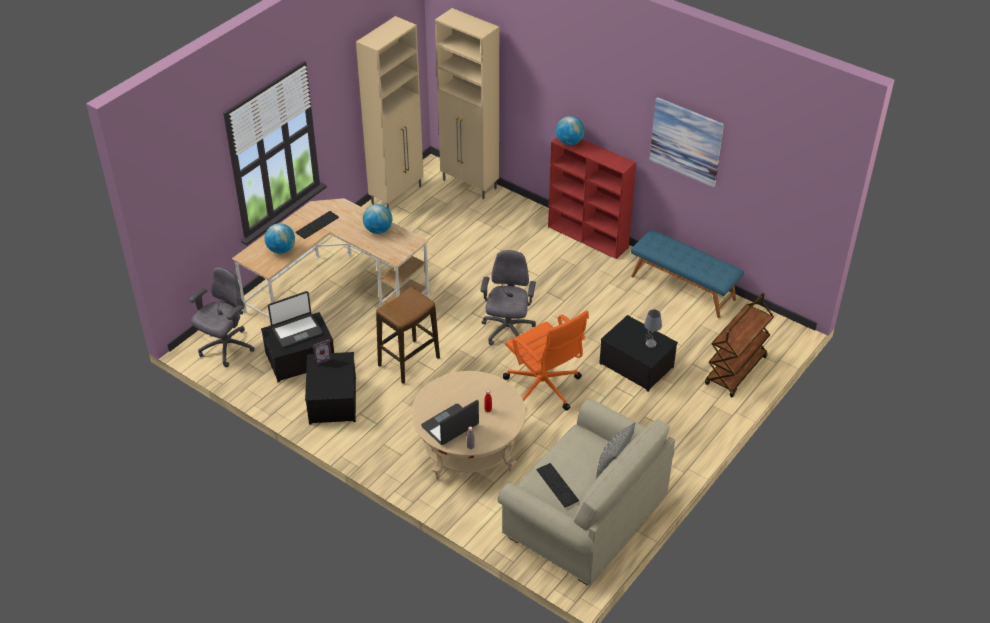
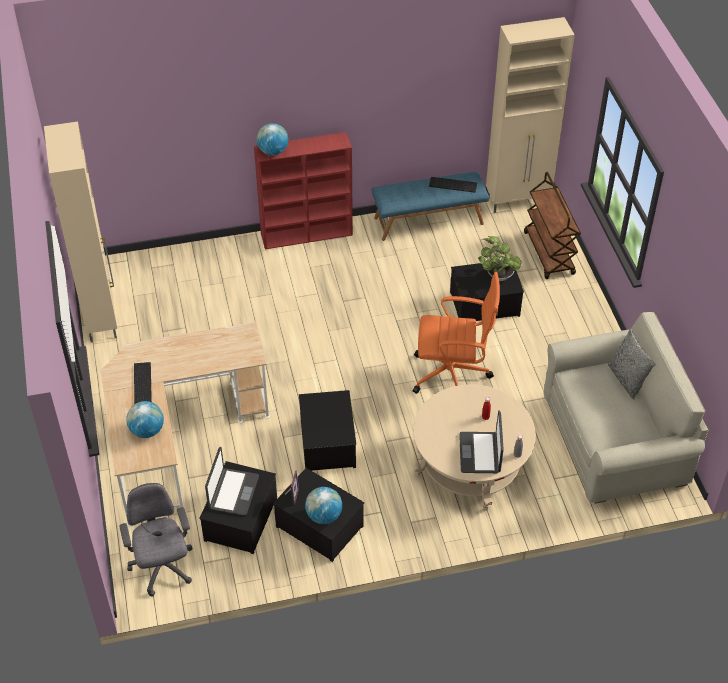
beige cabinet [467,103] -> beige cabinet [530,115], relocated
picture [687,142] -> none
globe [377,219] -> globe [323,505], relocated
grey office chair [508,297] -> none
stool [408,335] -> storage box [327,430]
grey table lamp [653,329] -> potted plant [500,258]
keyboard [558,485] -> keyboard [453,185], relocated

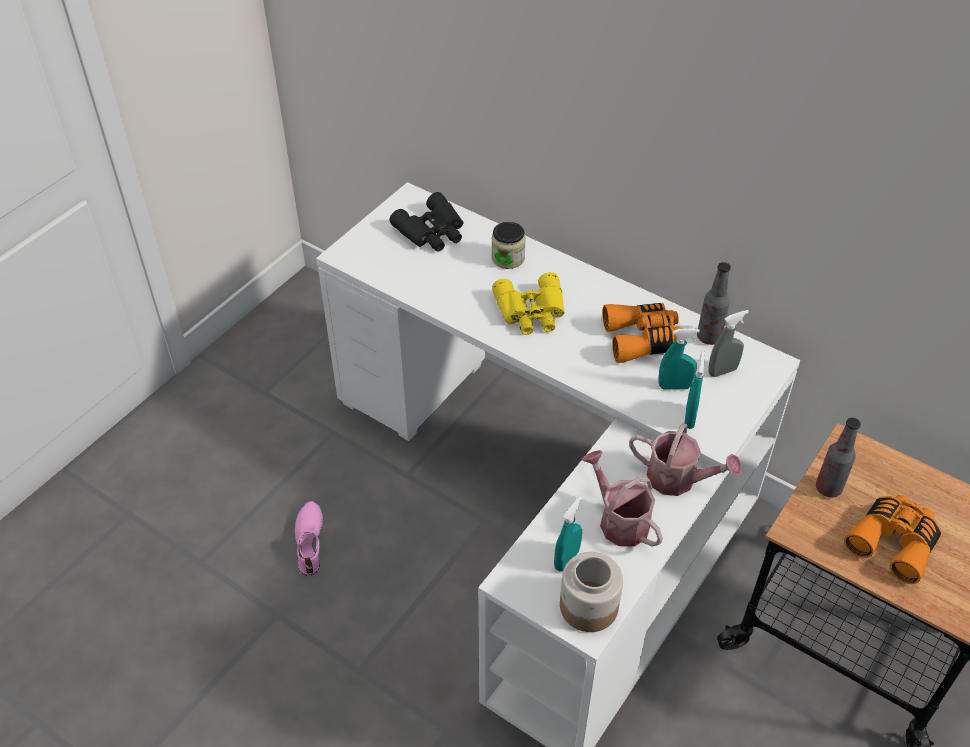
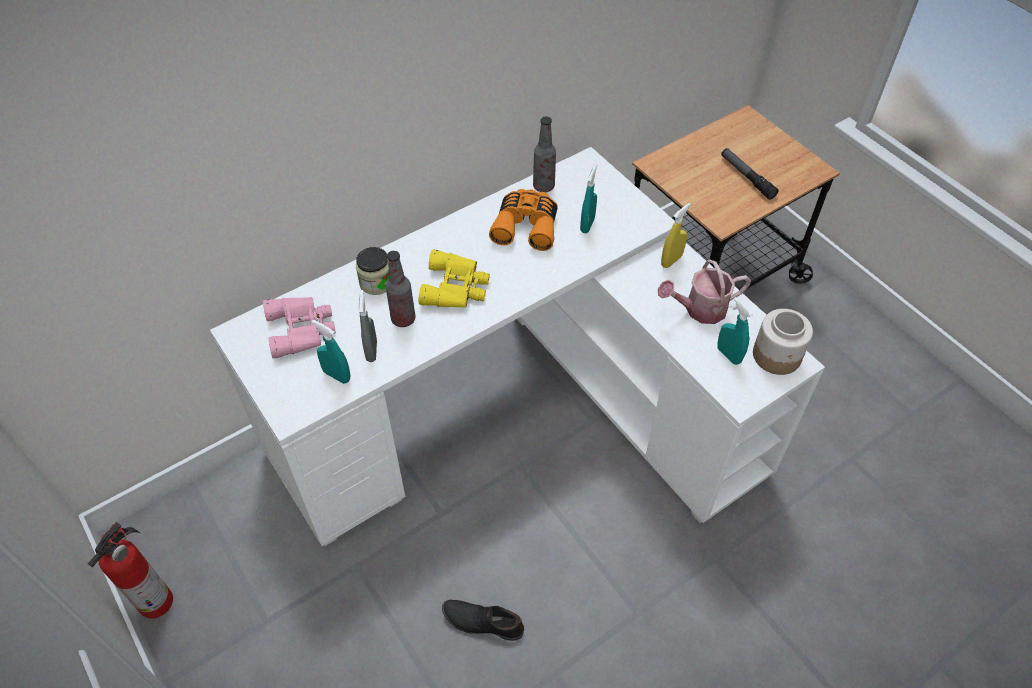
black binoculars [426,221] -> pink binoculars [299,328]
grey spray bottle [728,343] -> grey spray bottle [368,326], relocated
turquoise spray bottle [694,390] -> turquoise spray bottle [331,352], relocated
bottle [838,457] -> bottle [400,289], relocated
watering can [685,459] -> yellow spray bottle [676,235]
orange binoculars [893,539] -> flashlight [750,174]
pink shoe [309,538] -> black shoe [483,620]
none -> fire extinguisher [130,570]

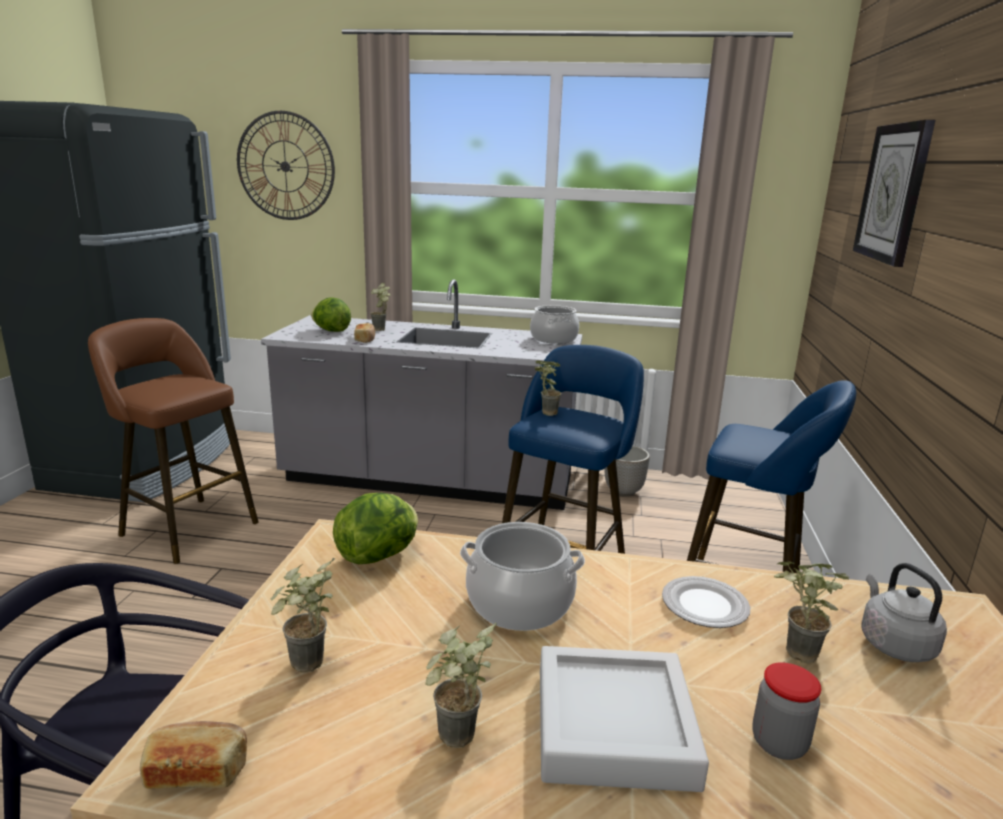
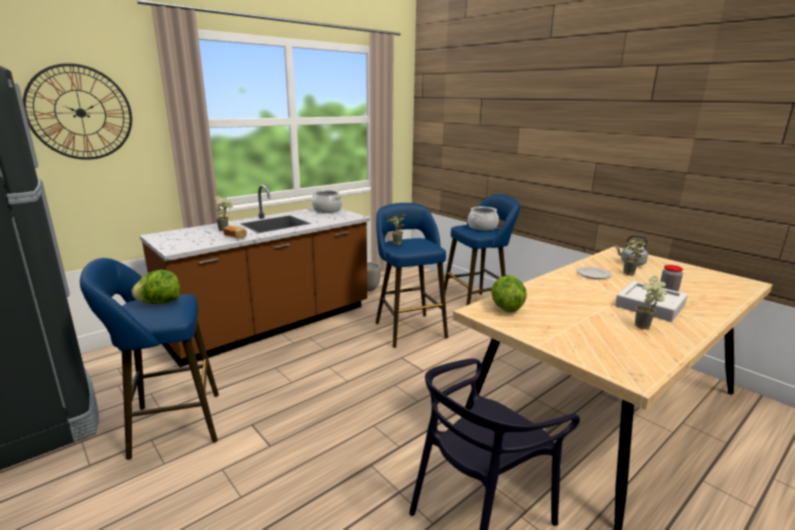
wall clock [894,193] -> none
grey counter [421,394] -> brown counter [254,276]
lettuce [331,314] -> lettuce [156,287], relocated
brown stool [173,441] -> blue stool [149,359]
cooking pot [522,576] -> cooking pot [483,219], relocated
potted plant [303,615] -> none
bread [193,755] -> none

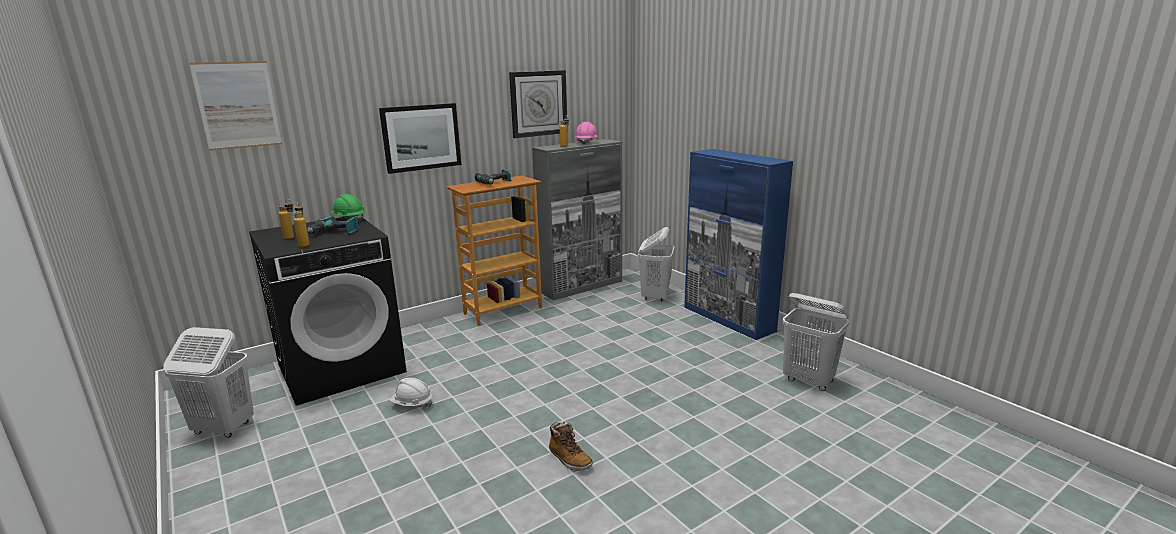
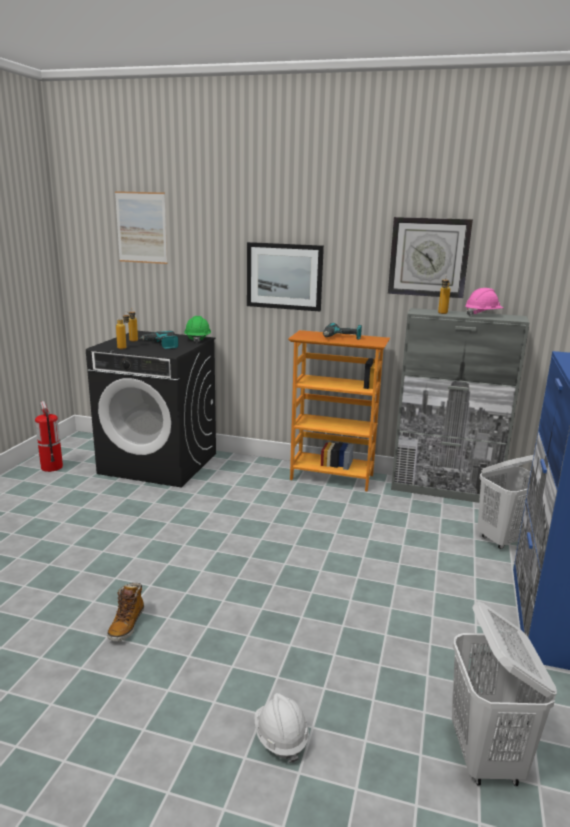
white laundry basket [208,382] -> fire extinguisher [49,436]
white hard hat [411,393] -> white hard hat [282,728], relocated

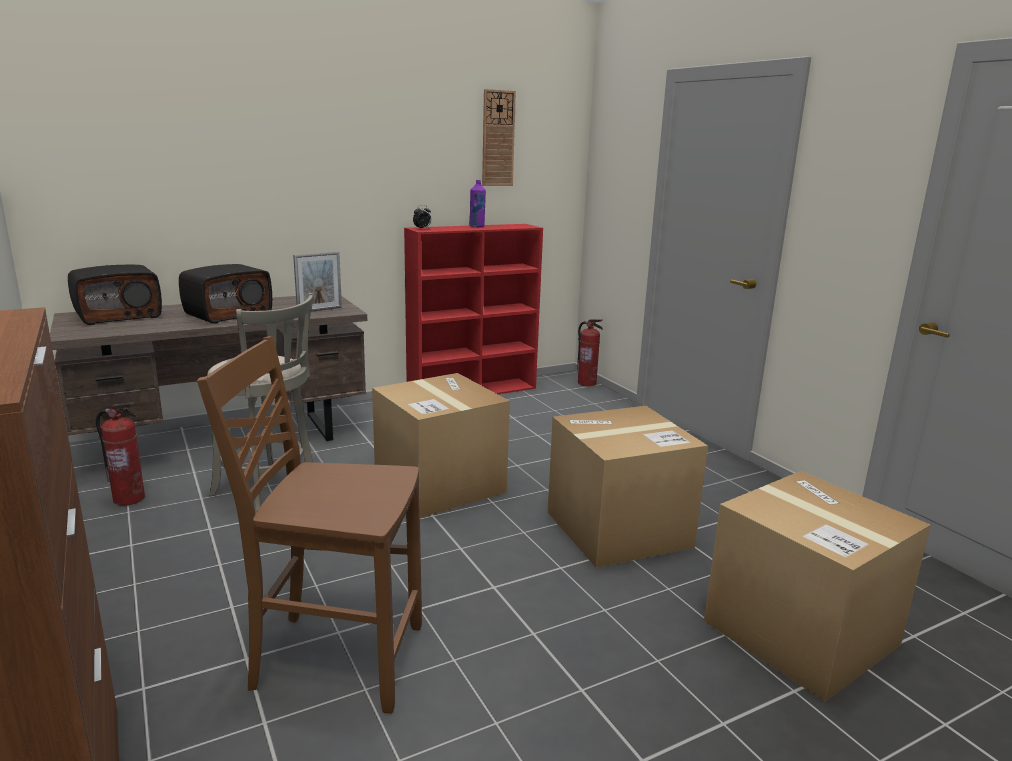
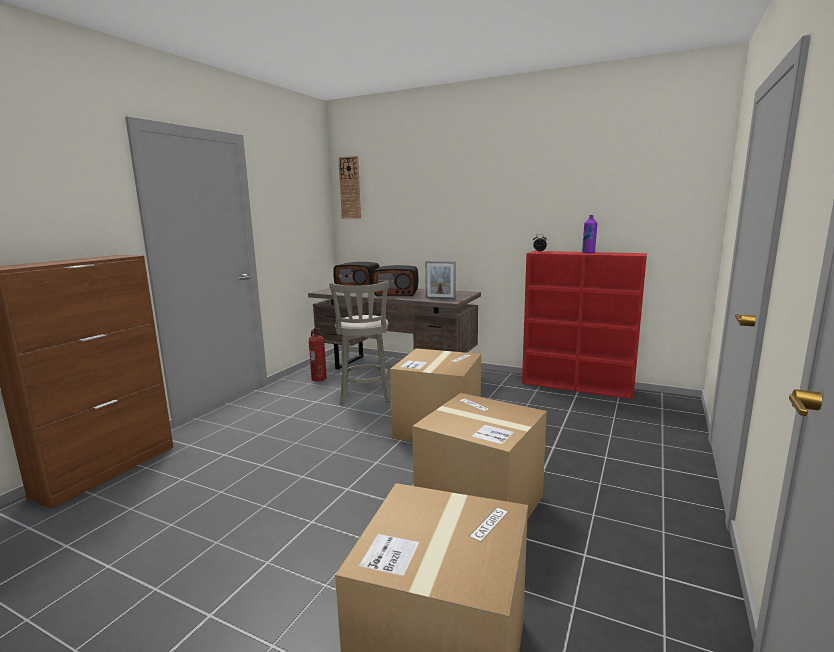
wall clock [499,137] -> wall clock [349,187], relocated
fire extinguisher [590,352] -> none
brown chair [309,524] -> none

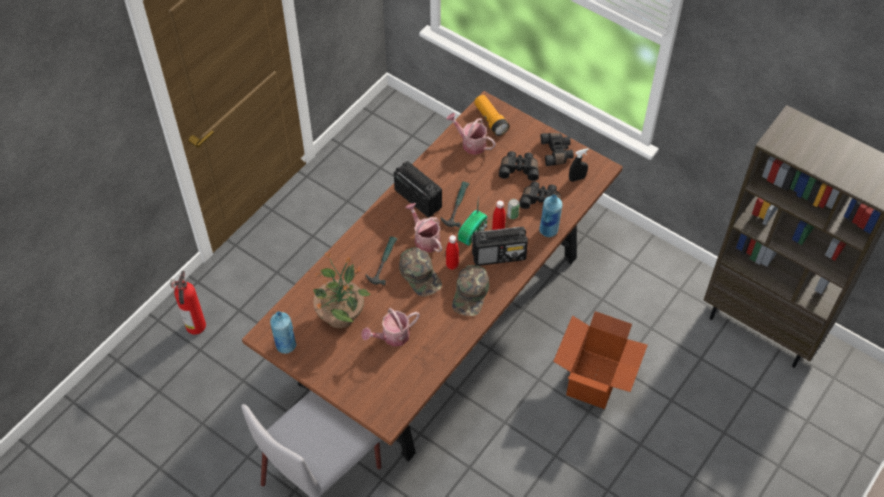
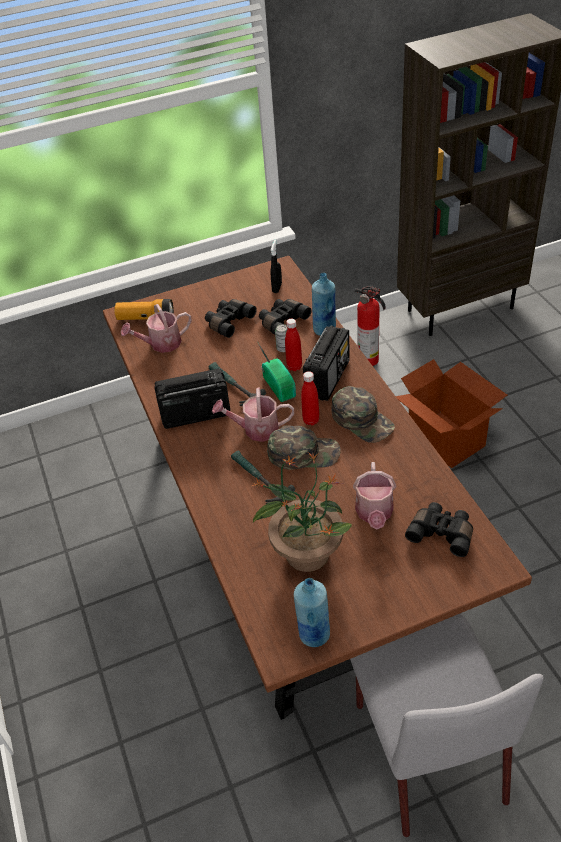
black binoculars [557,149] -> black binoculars [439,529], relocated
fire extinguisher [188,303] -> fire extinguisher [370,326], relocated

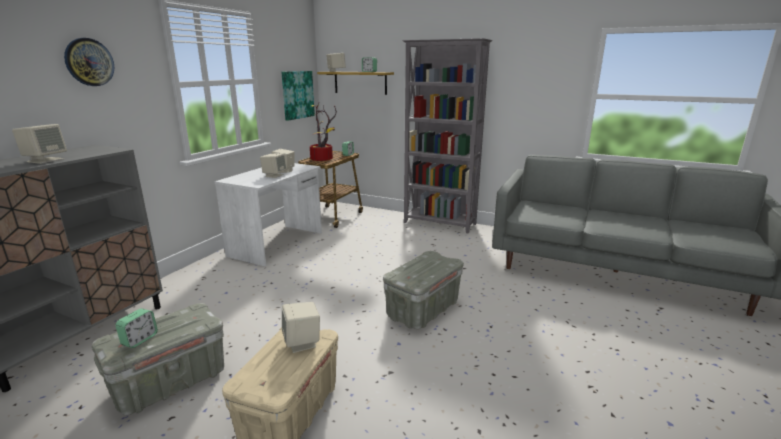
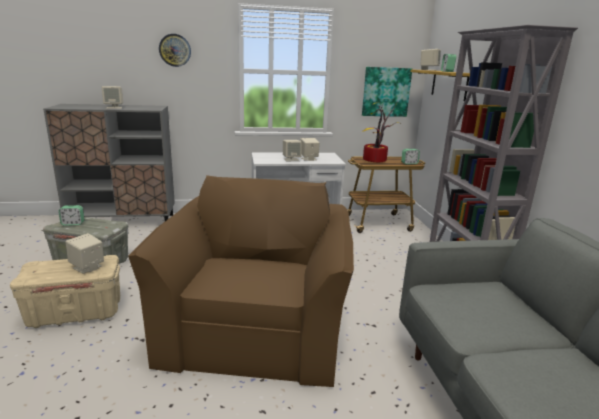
grey storage box [423,290] -> brown armchair [241,281]

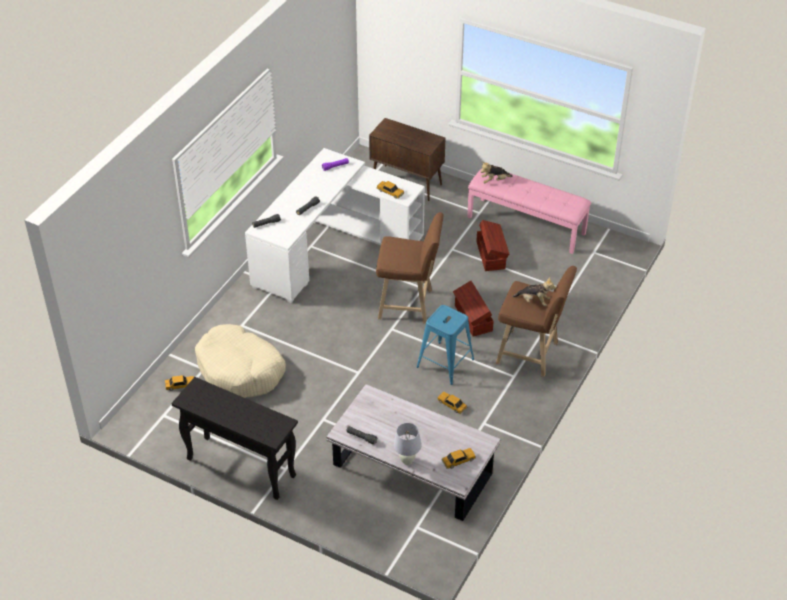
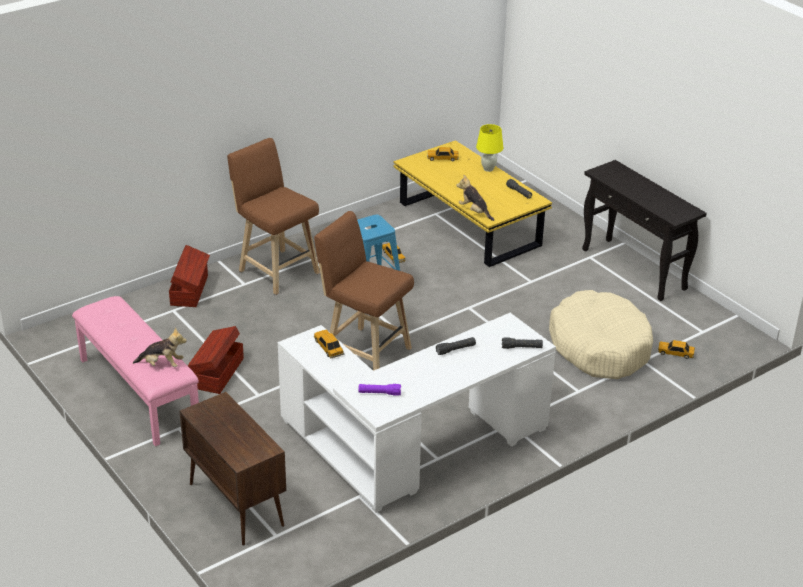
plush toy [534,291] -> plush toy [475,198], relocated
brown storage box [473,308] -> brown storage box [189,276], relocated
white coffee table [413,452] -> yellow coffee table [473,203]
white table lamp [407,444] -> yellow table lamp [489,148]

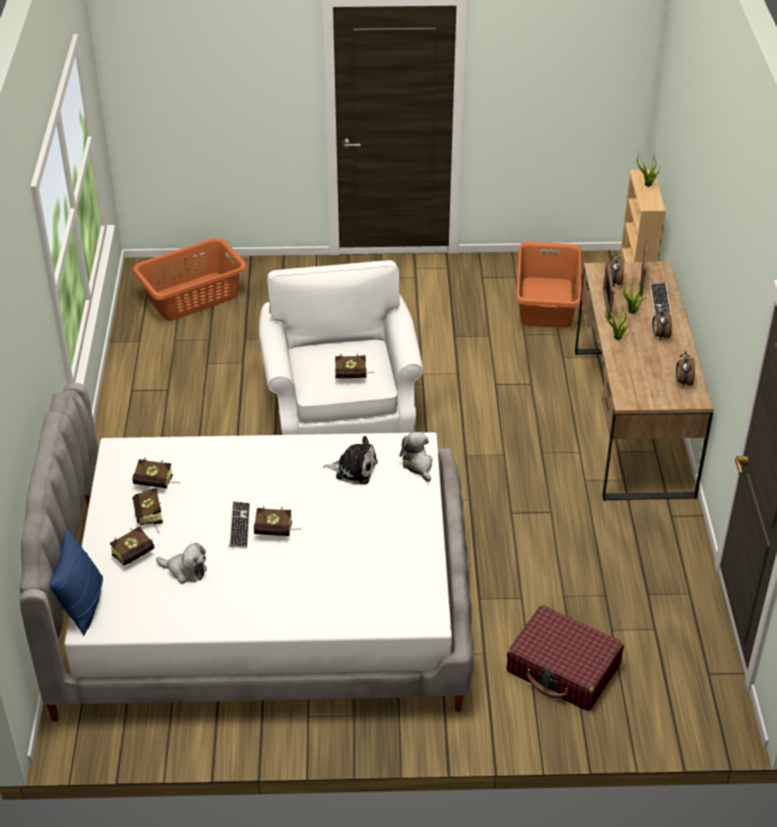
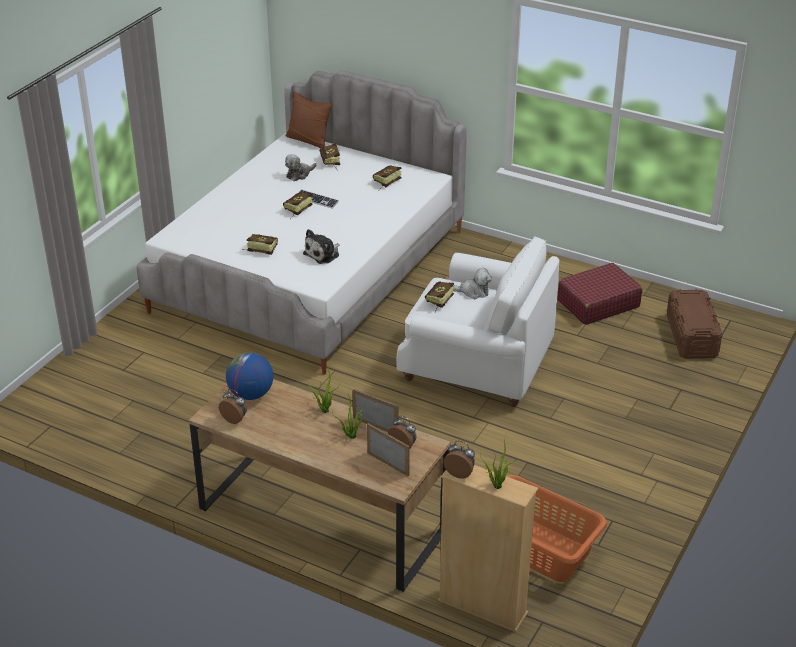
orange laundry basket [189,279] -> brown storage box [694,324]
keyboard [660,299] -> none
alarm clock [662,322] -> alarm clock [459,460], relocated
plush toy [416,457] -> plush toy [472,283], relocated
book [148,510] -> book [260,244], relocated
blue pillow [76,582] -> brown pillow [308,119]
red suitcase [565,658] -> red suitcase [600,294], relocated
none -> globe [250,376]

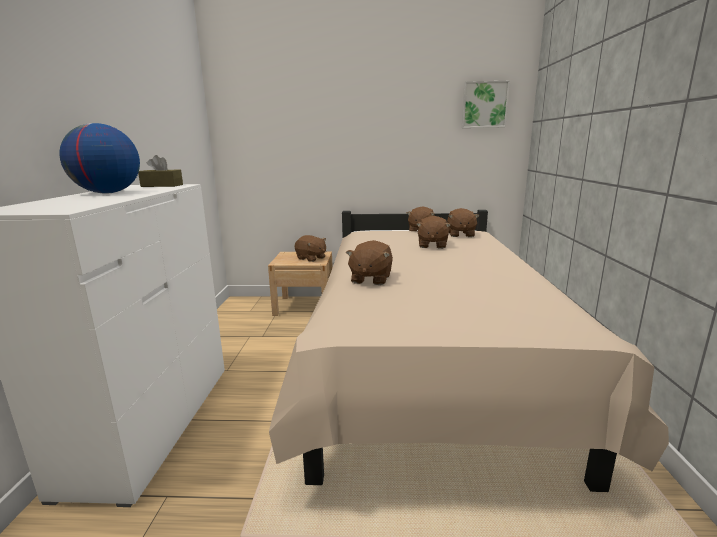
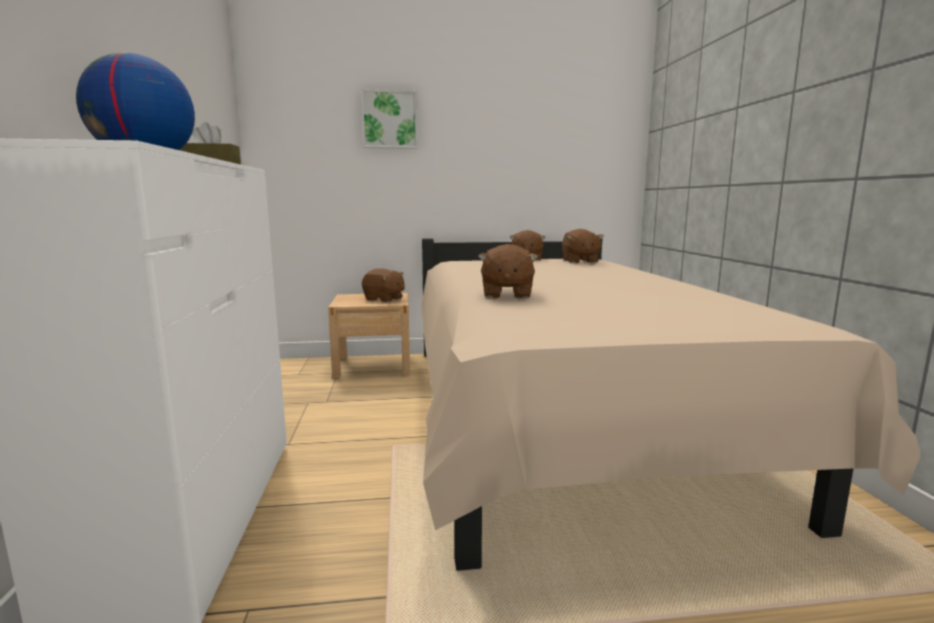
picture [486,104] -> picture [389,119], relocated
brown plush toy [433,232] -> none

